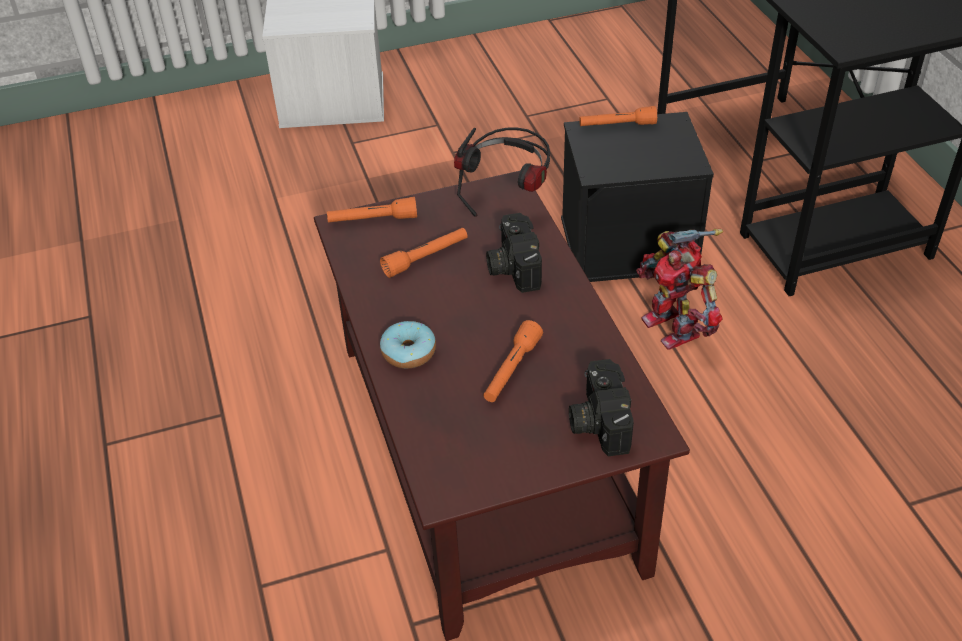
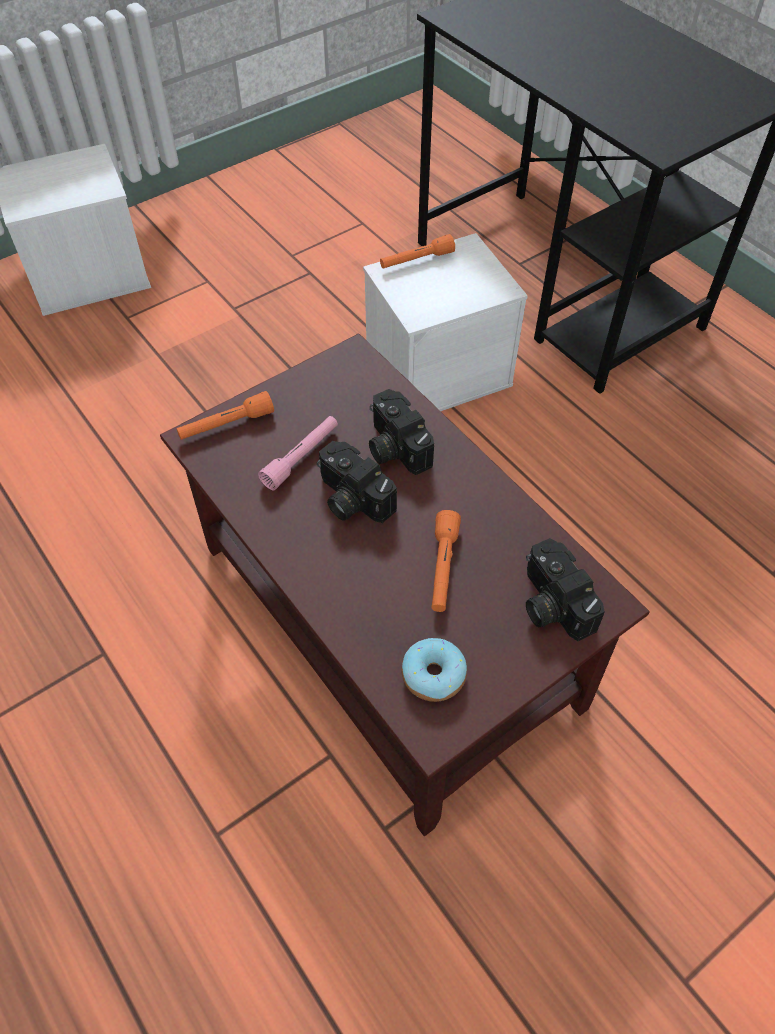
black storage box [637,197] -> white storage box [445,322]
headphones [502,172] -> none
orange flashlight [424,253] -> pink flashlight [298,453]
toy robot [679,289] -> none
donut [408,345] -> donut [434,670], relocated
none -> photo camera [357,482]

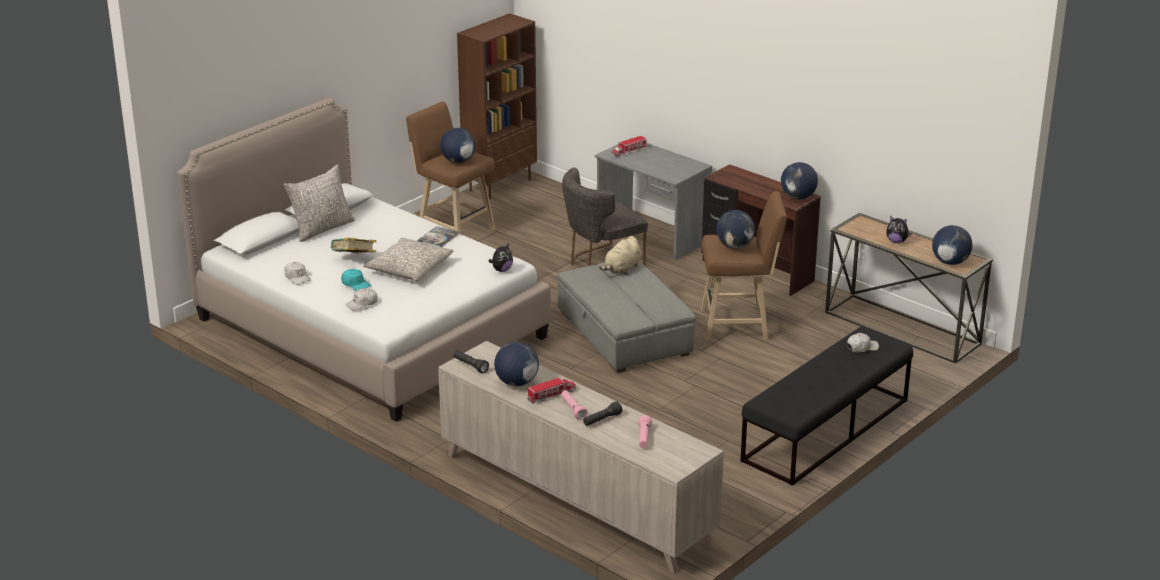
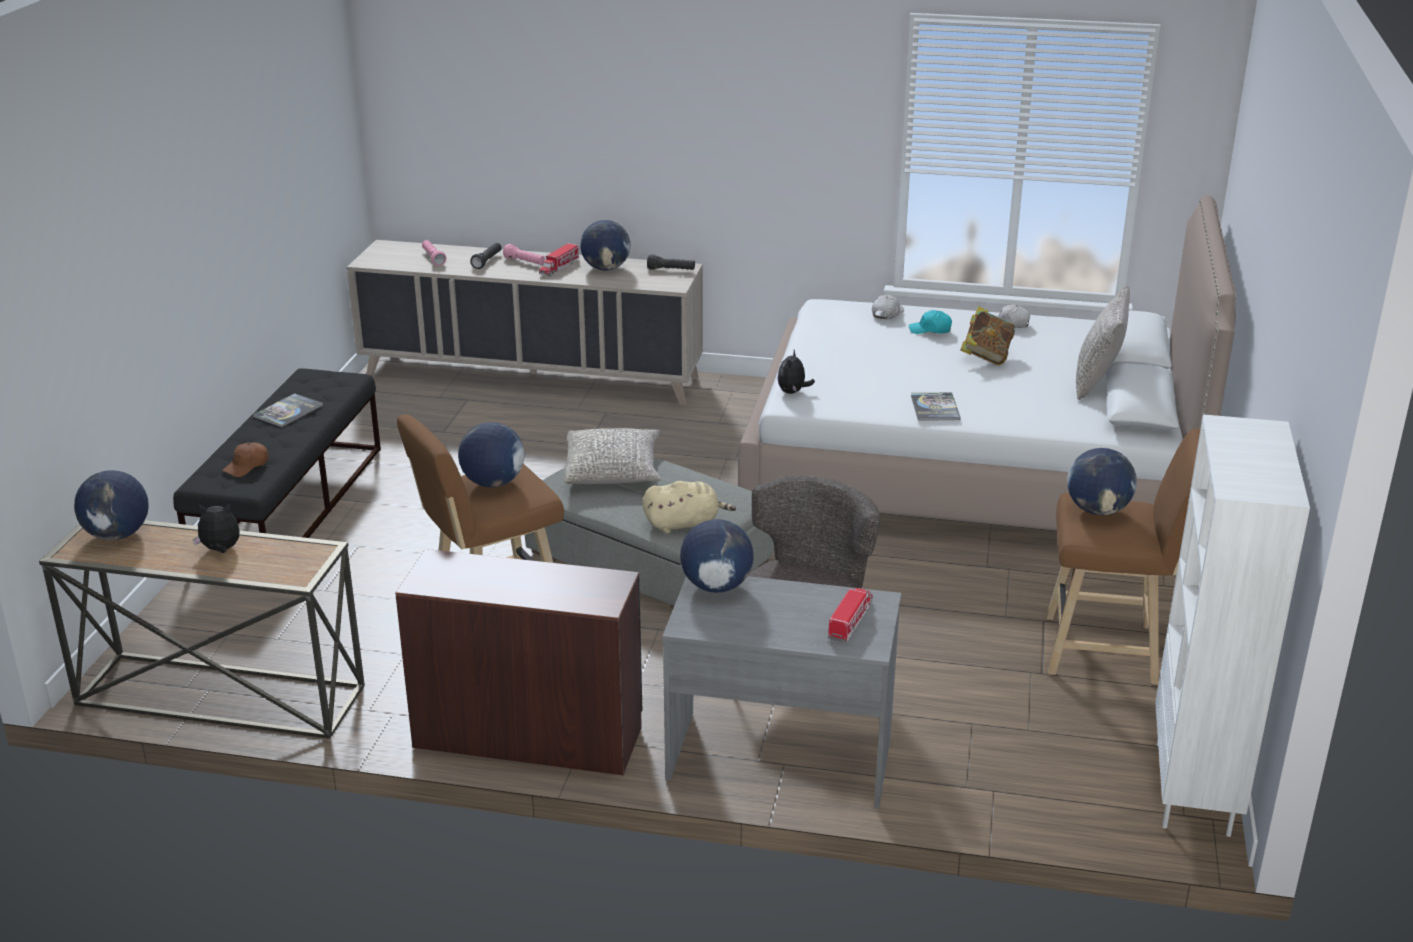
brown bookcase [497,106] -> white bookcase [1232,625]
globe [799,180] -> globe [717,556], relocated
beige plush toy [620,255] -> beige plush toy [689,507], 75 degrees clockwise
grey pillow [408,259] -> grey pillow [612,456], relocated
white cap [863,343] -> brown cap [245,459]
none -> book [288,410]

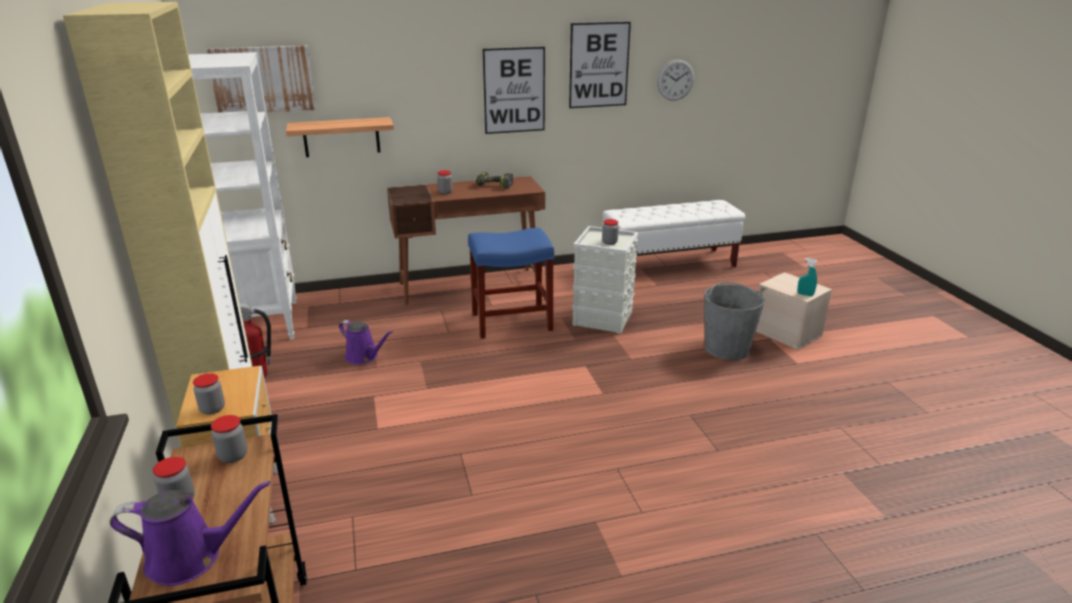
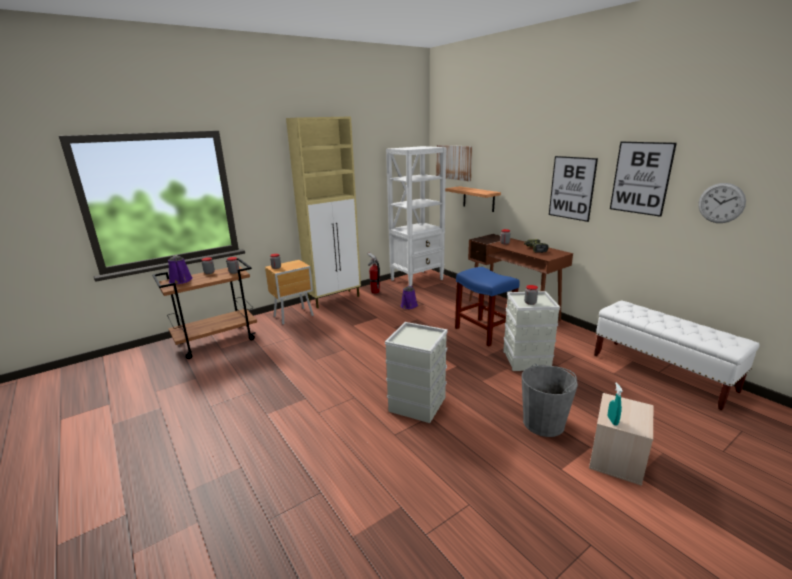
none -> grey storage box [416,372]

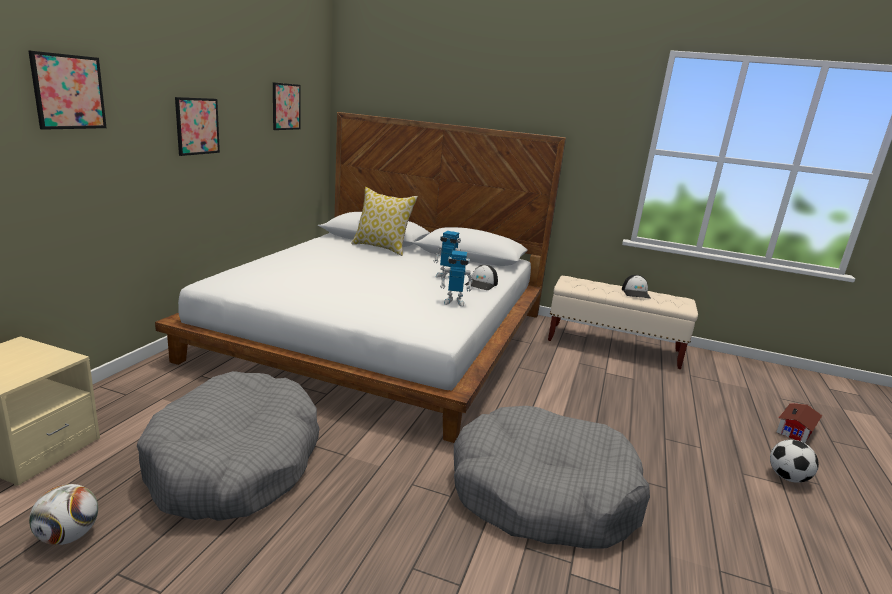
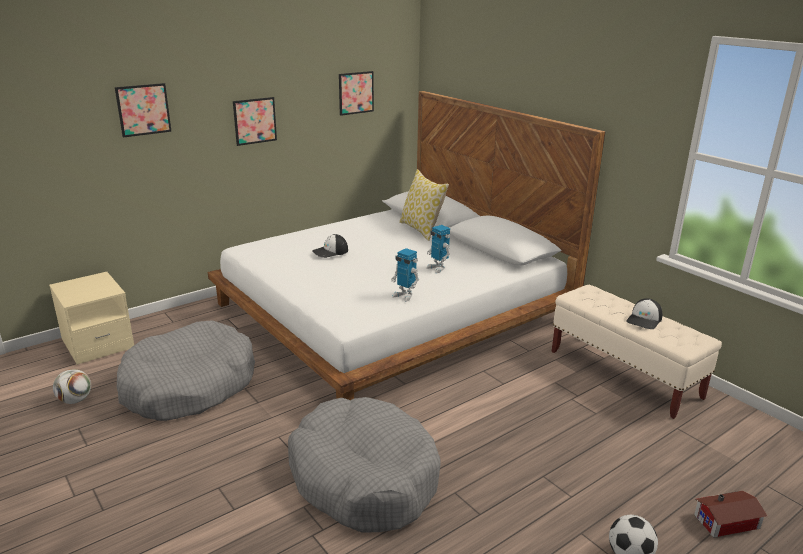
cap [481,277] -> cap [330,246], relocated

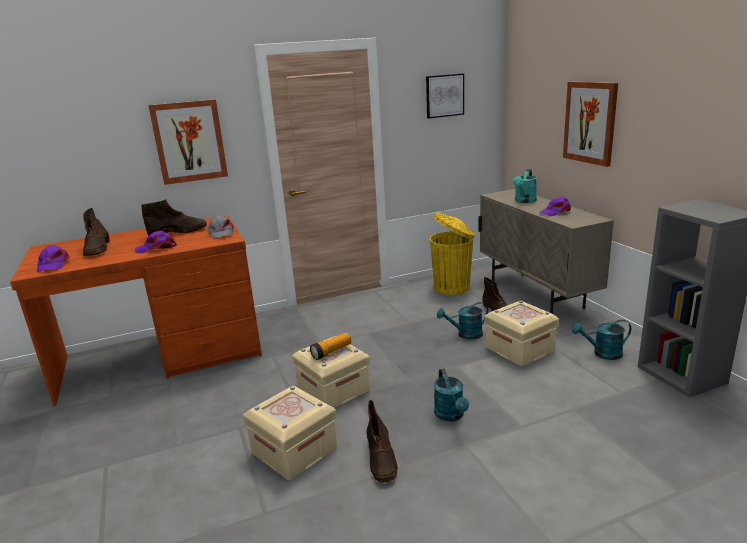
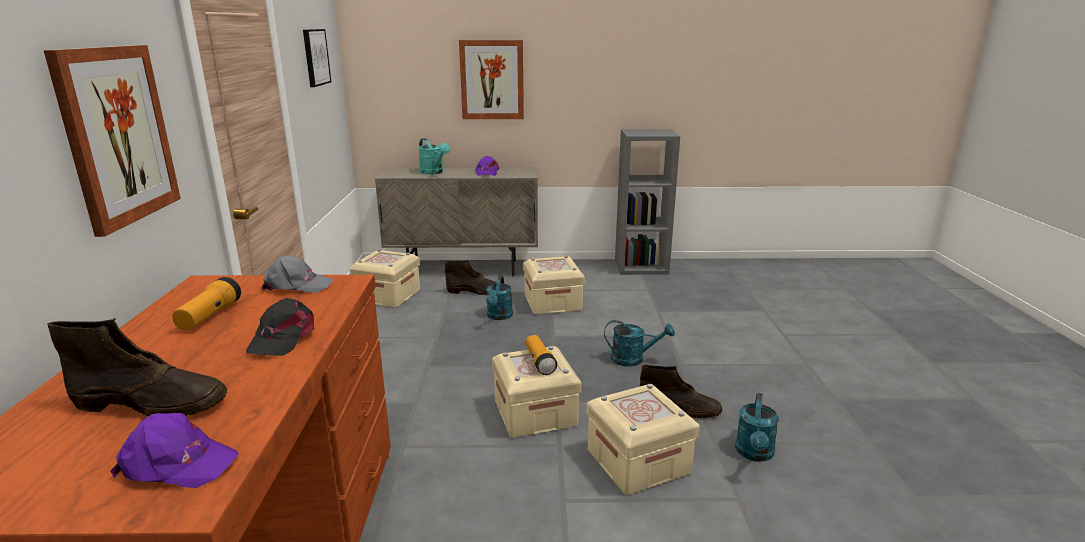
brown boot [174,217] -> flashlight [206,303]
yellow trash can [452,253] -> beige storage box [384,278]
purple cap [156,242] -> black cap [280,327]
turquoise watering can [601,339] -> turquoise watering can [757,427], relocated

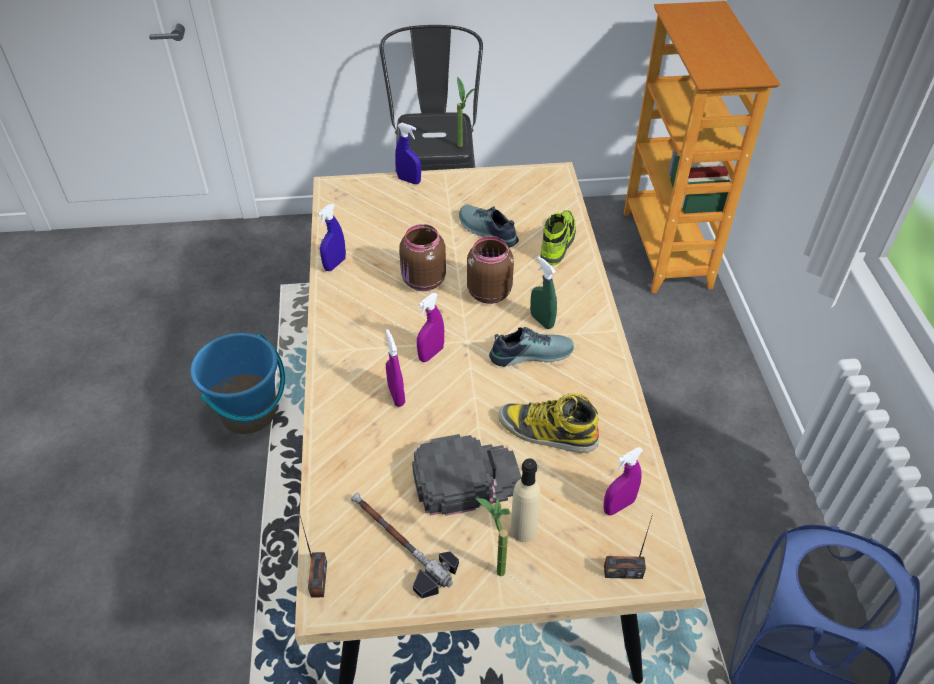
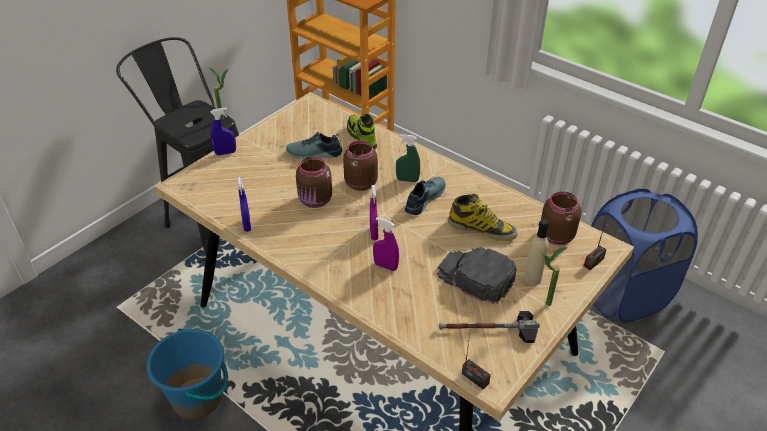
boot [548,423] -> boot [483,217], 135 degrees counterclockwise
black cap [467,475] -> black cap [477,275], 90 degrees counterclockwise
purple spray bottle [623,481] -> brown jar [561,218]

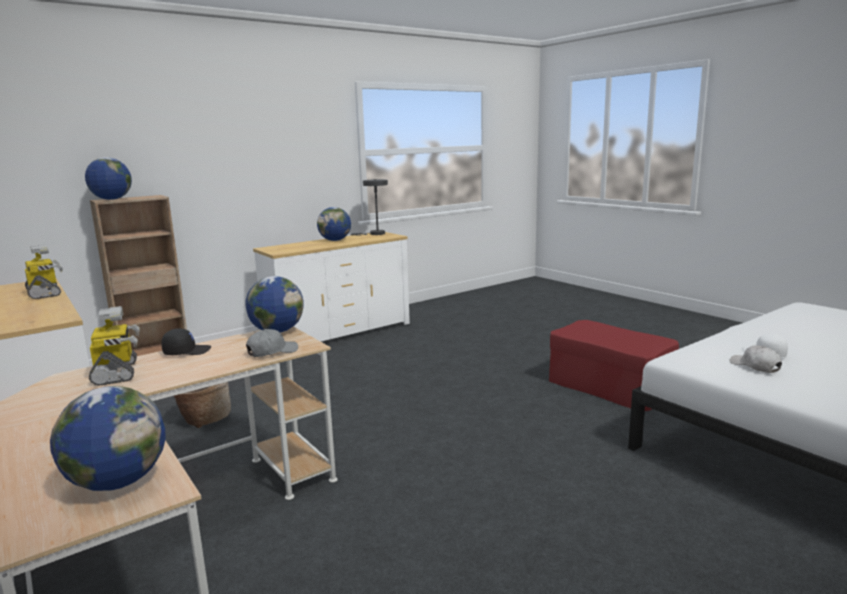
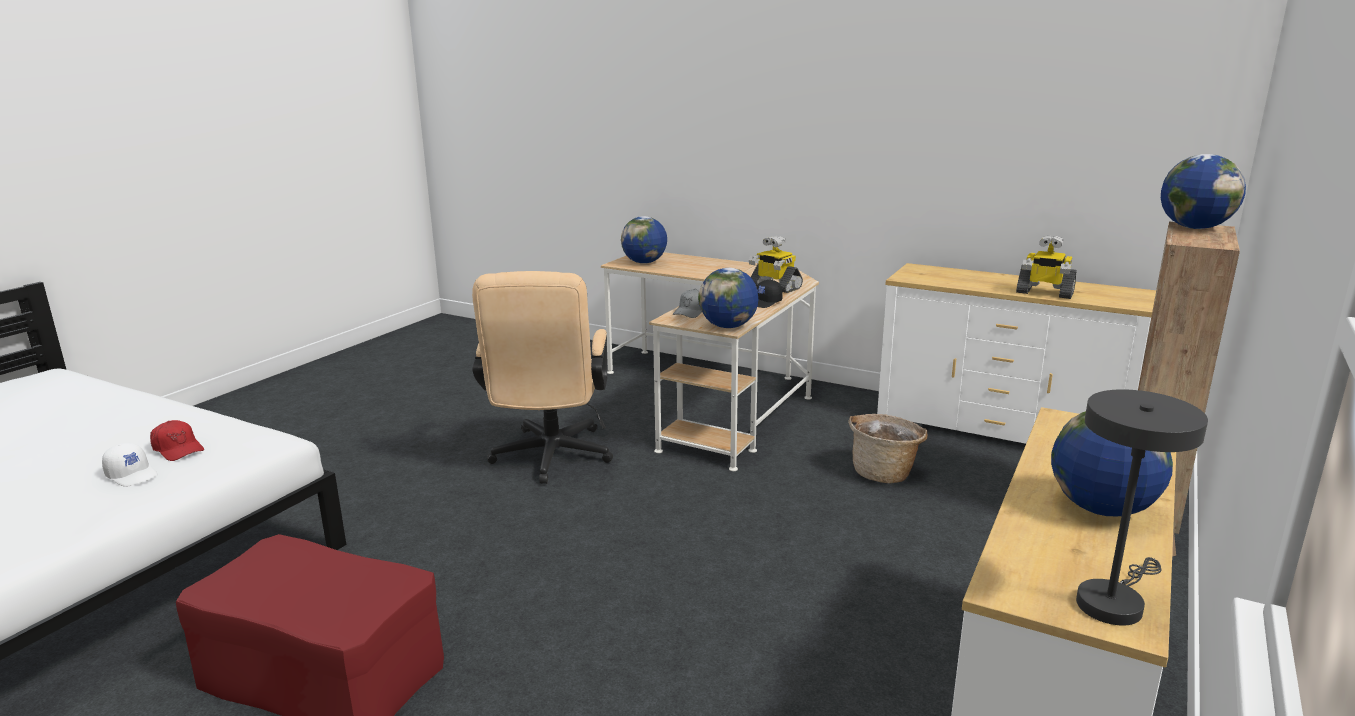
white cap [756,359] -> red cap [177,440]
none -> beige office chair [542,377]

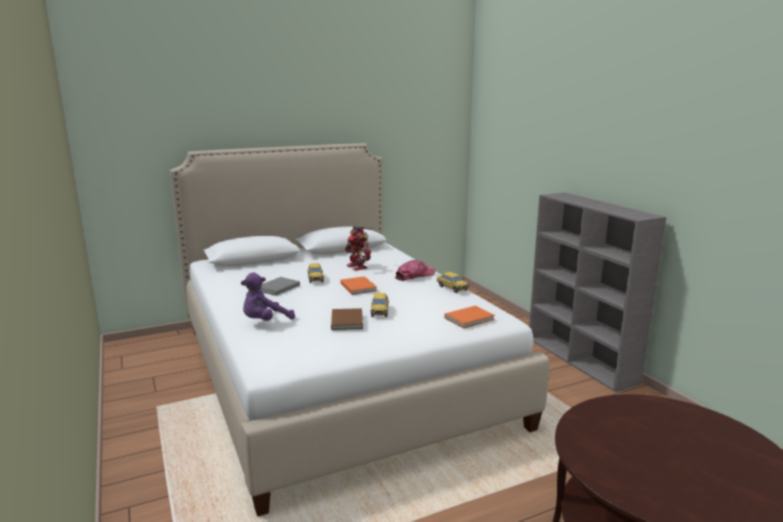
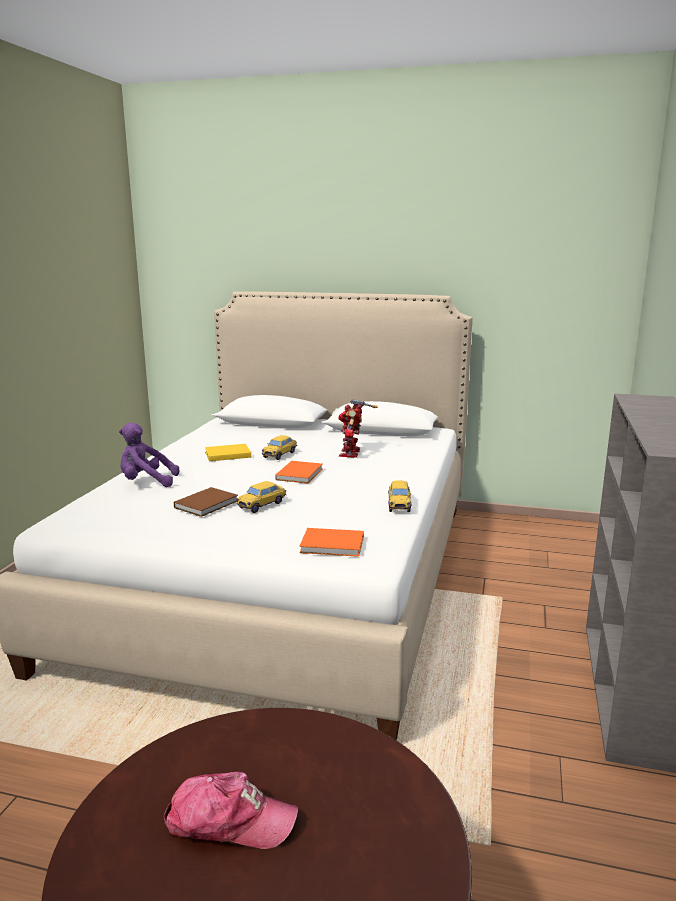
cap [415,270] -> cap [231,810], relocated
grey book [280,286] -> yellow book [228,452]

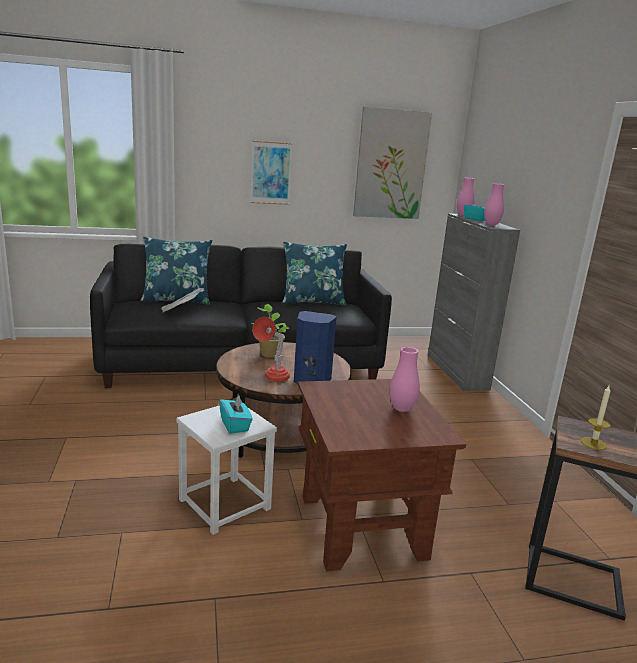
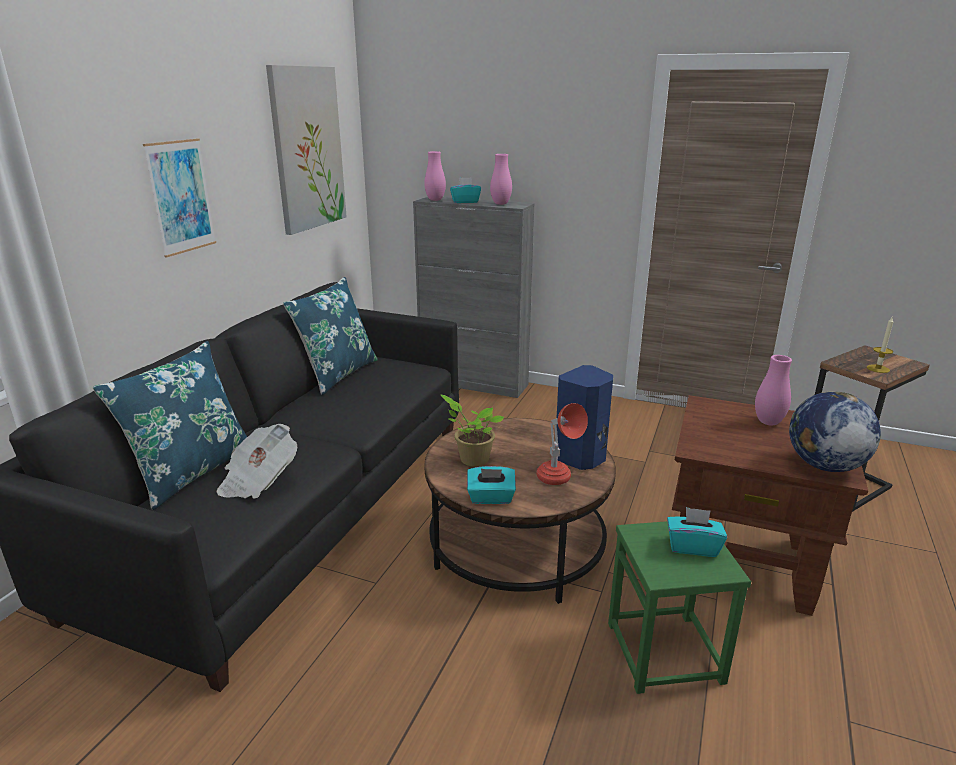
white stool [226,470] -> green stool [679,607]
none -> globe [835,431]
none -> turquoise tissue box [491,485]

